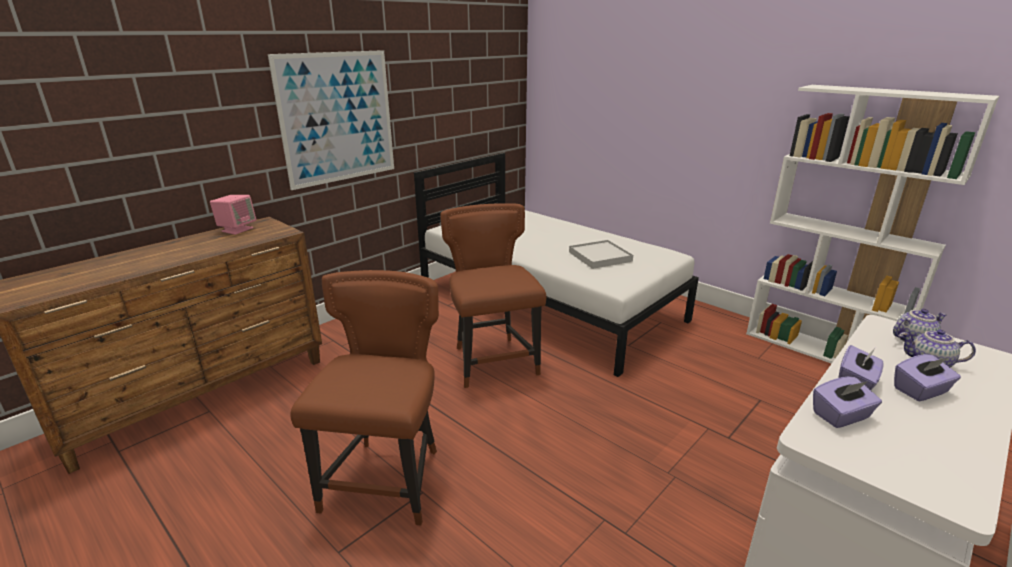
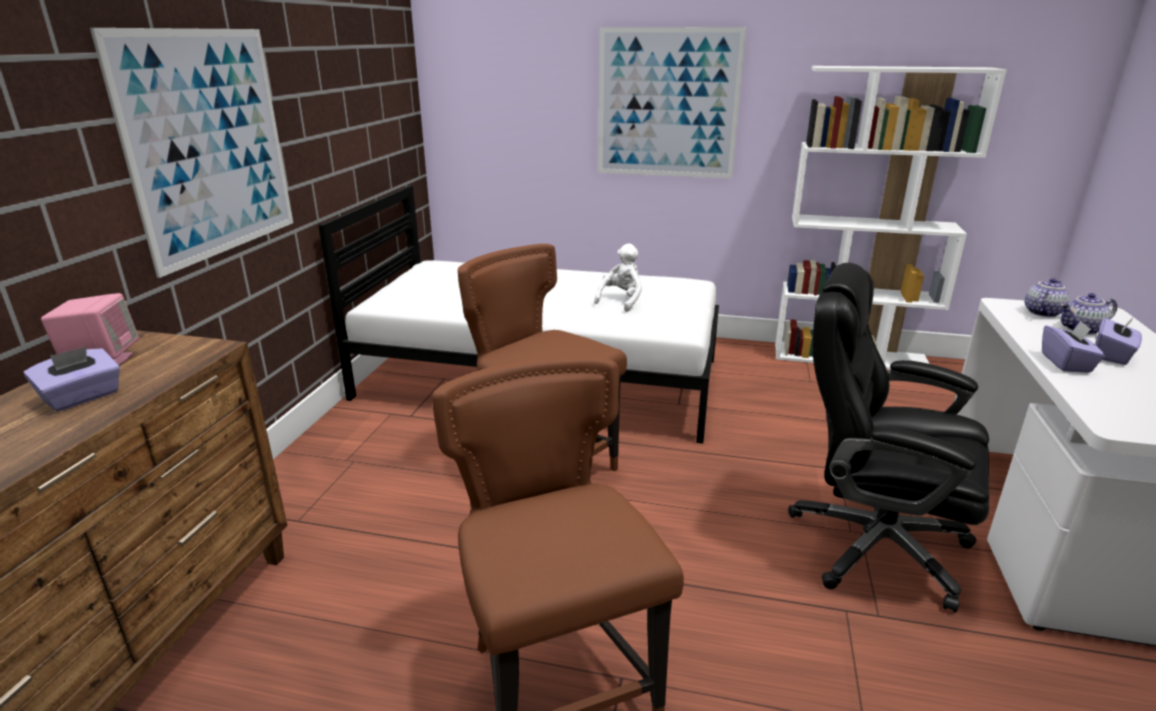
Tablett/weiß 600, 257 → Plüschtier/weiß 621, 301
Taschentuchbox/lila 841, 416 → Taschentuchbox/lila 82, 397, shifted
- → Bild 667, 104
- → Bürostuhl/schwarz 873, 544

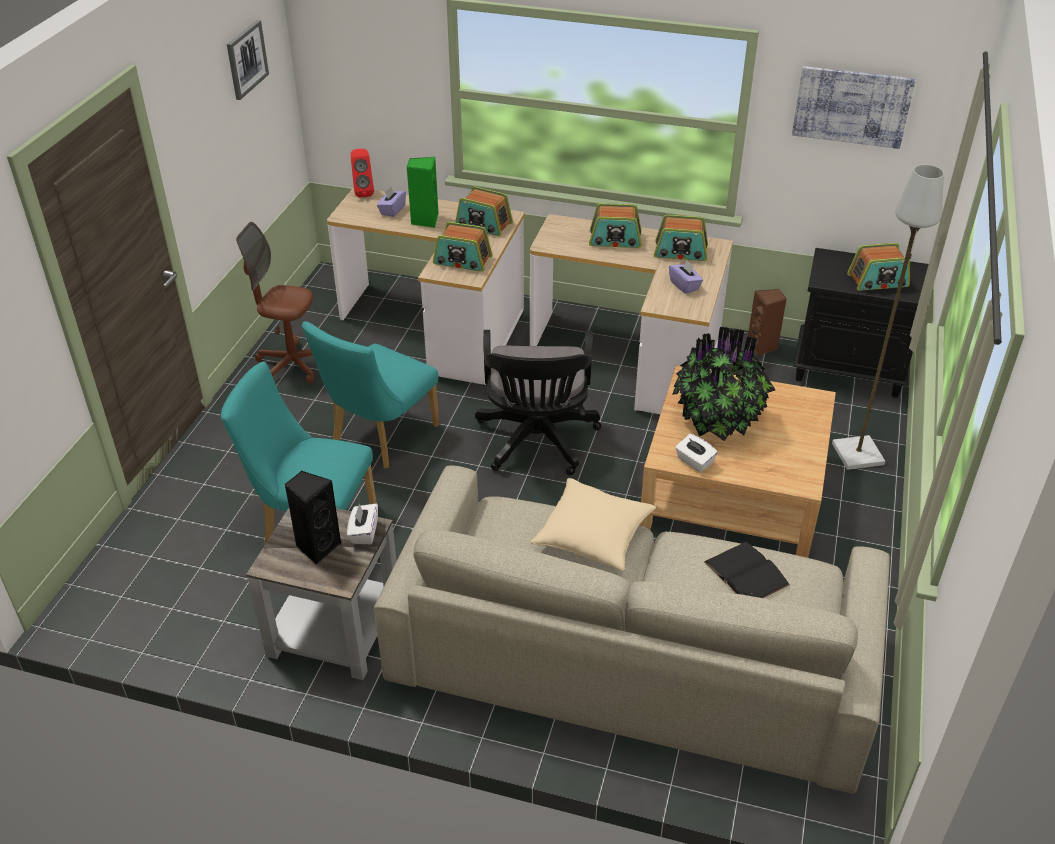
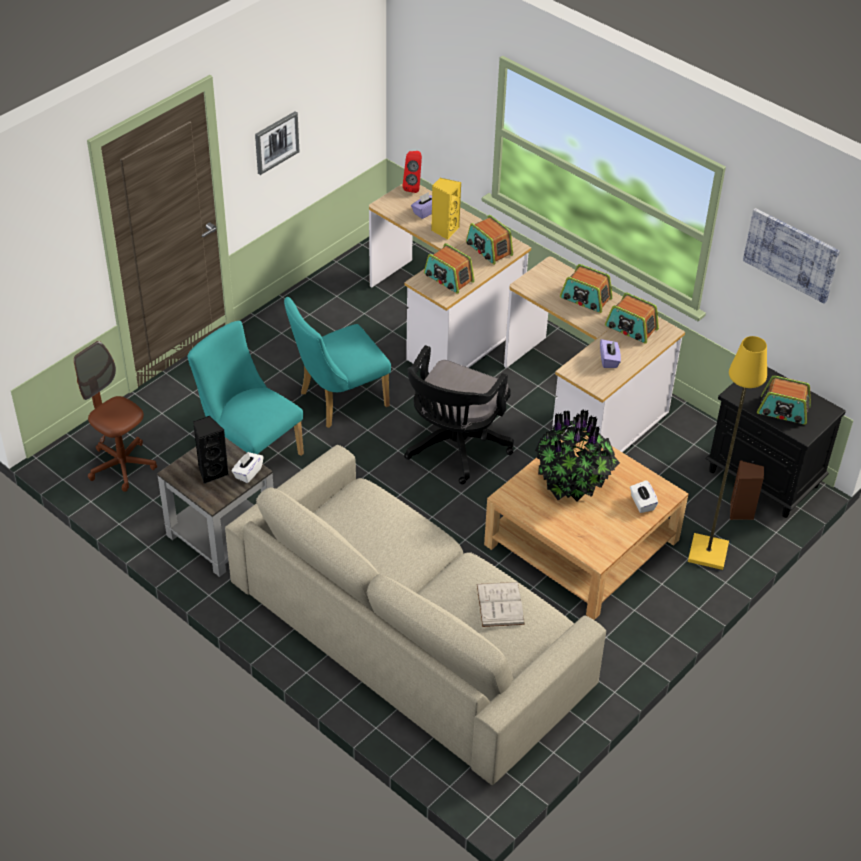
Bild 246, 59 → Bild 276, 142, shifted
Bürostuhl/braun 292, 365 → Bürostuhl/braun 122, 466, shifted
Lautsprecher/grün 424, 220 → Lautsprecher/gelb 444, 230
Kissen/beige 593, 536 → -
Taschentuchbox/weiß 694, 462 → Taschentuchbox/weiß 642, 503, shifted
Buch/schwarz 746, 573 → Buch/weiß 500, 604
Lautsprecher/braun 763, 347 → Lautsprecher/braun 741, 512, shifted
Stehlampe/grau 859, 454 → Stehlampe/gelb 708, 553

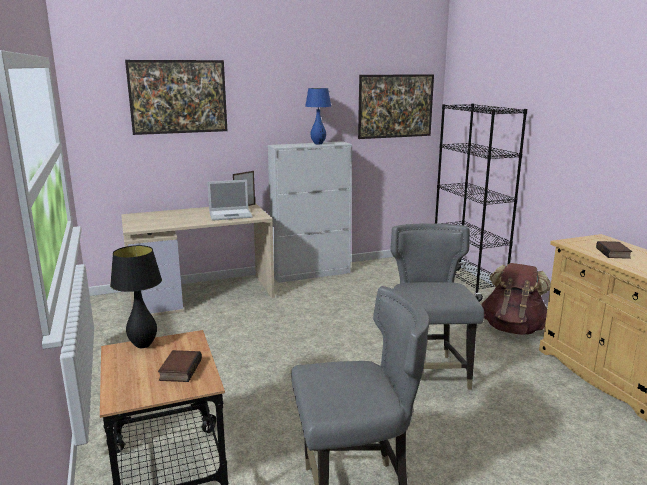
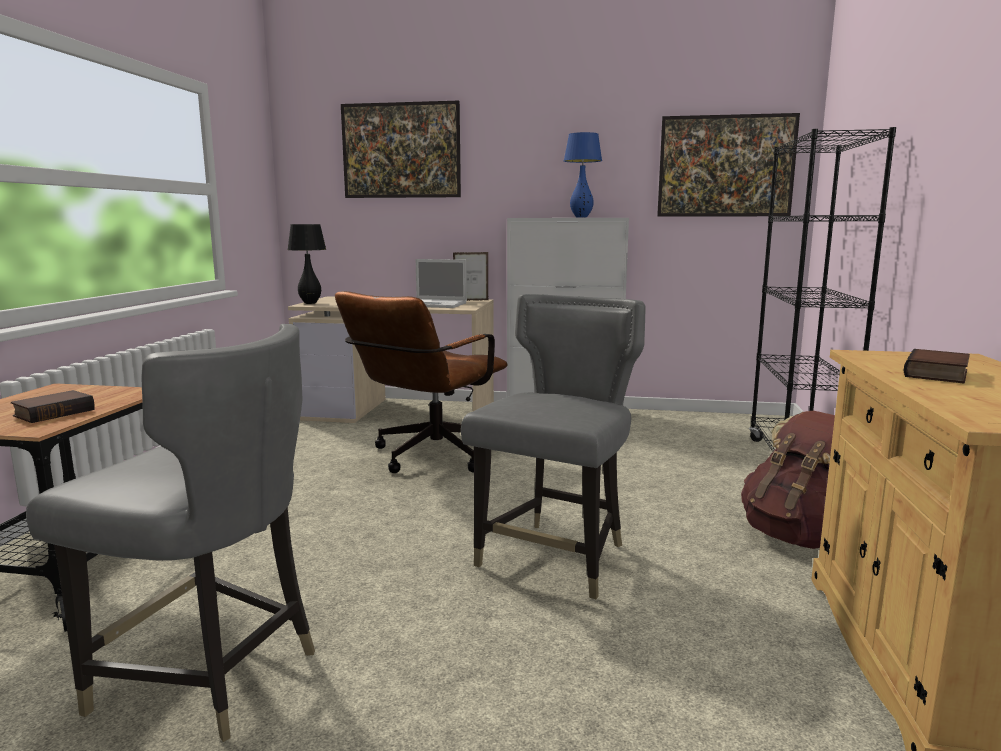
Tischlampe/schwarz 143, 345 → Tischlampe/schwarz 310, 303, shifted
- → Bürostuhl/braun 428, 458

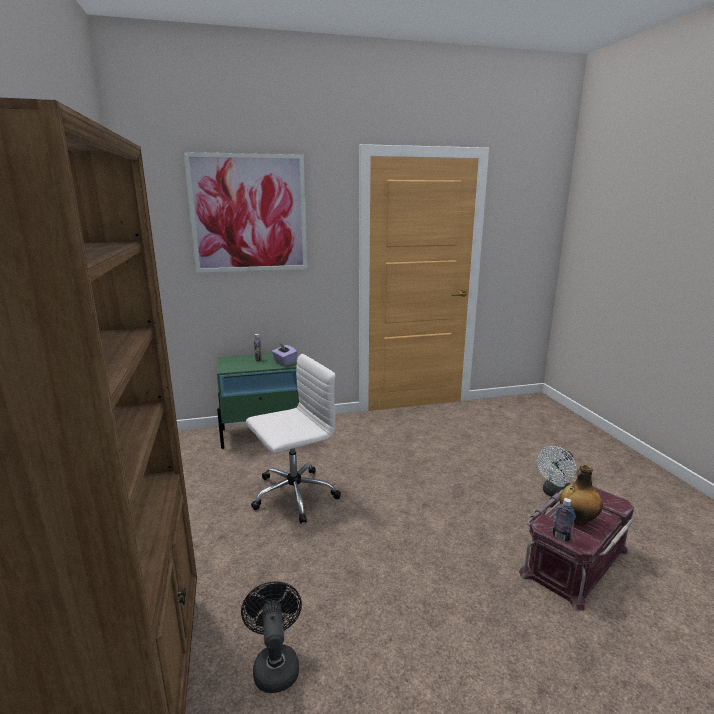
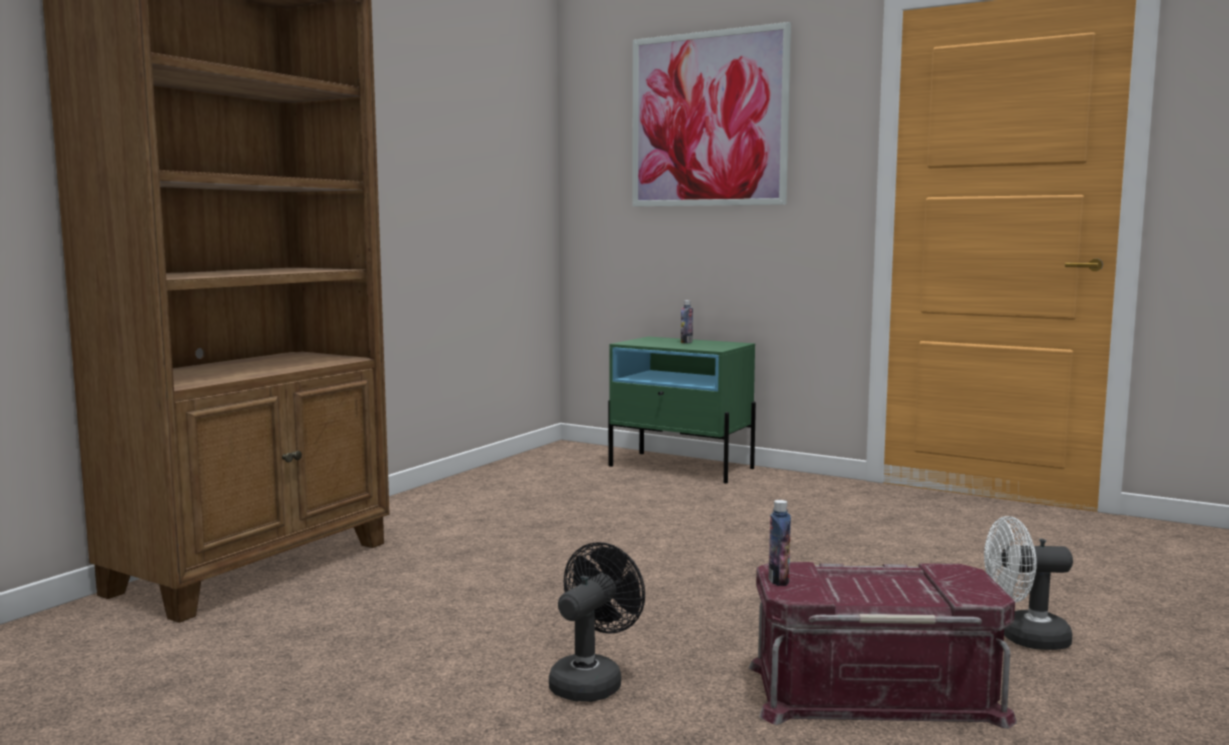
Ventilator/schwarz 275, 664 → Ventilator/schwarz 591, 681, shifted
Bürostuhl/weiß 293, 495 → -
Taschentuchbox/lila 284, 362 → -
Flasche 577, 520 → -

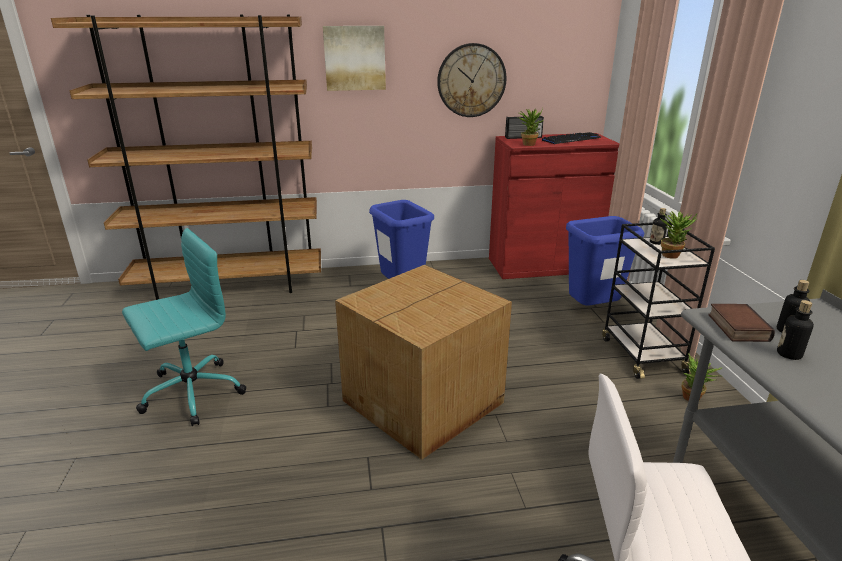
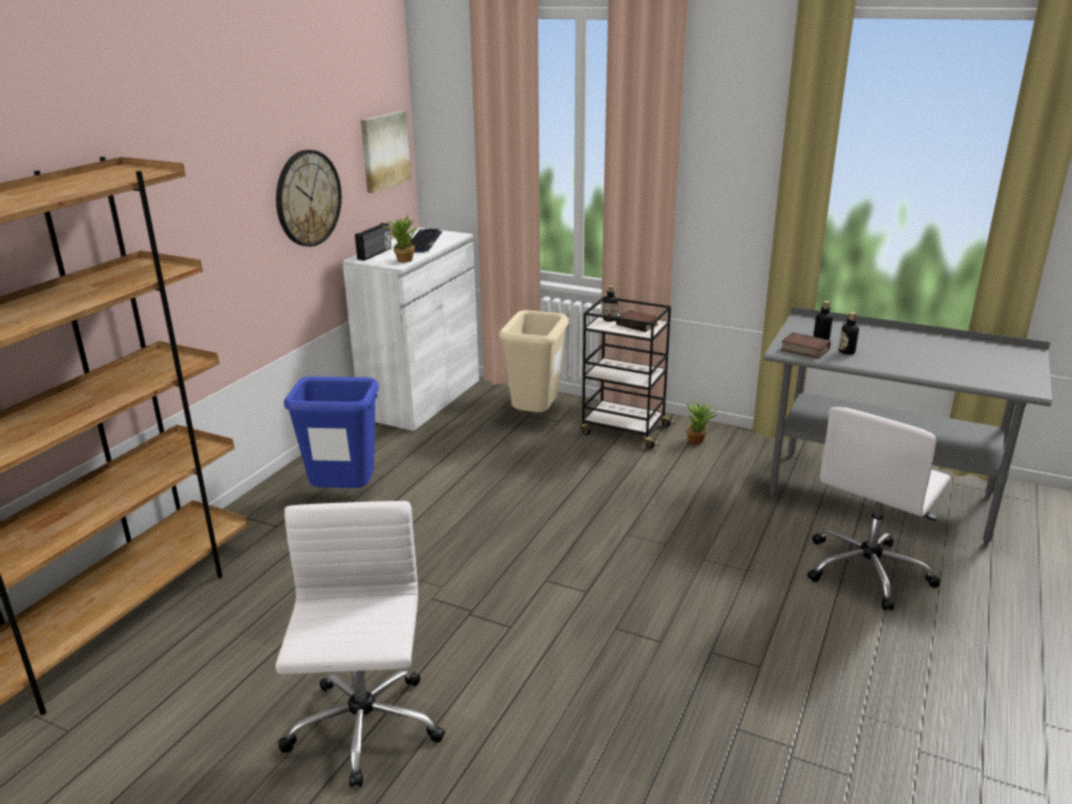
Bürostuhl/türkis 190, 393 → Bürostuhl/weiß 363, 729
Bild 354, 58 → Bild 384, 151, shifted
Karton 425, 401 → -
Schrank/rot 543, 265 → Schrank/weiß 421, 398
Mülleimer/blau 592, 311 → Mülleimer/beige 535, 417
Topfpflanze 672, 254 → Buch 638, 324

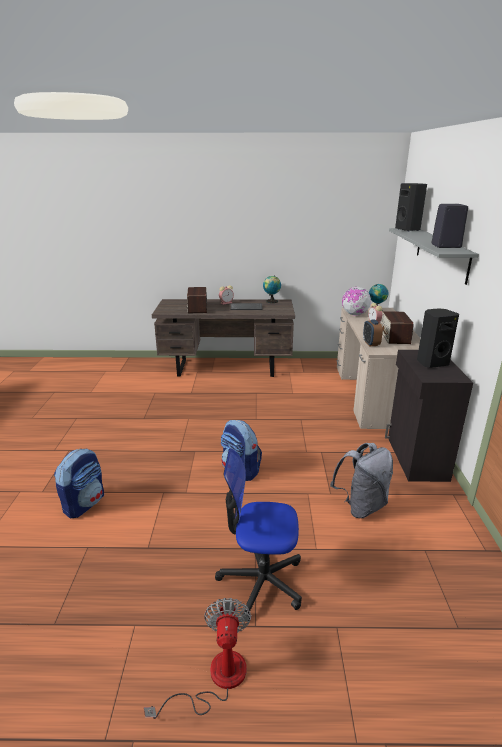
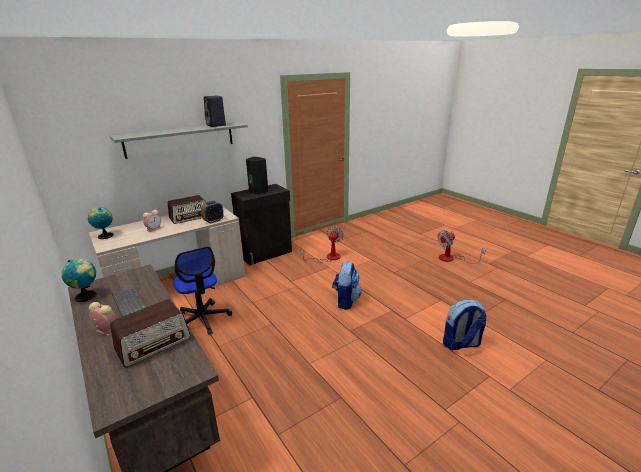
Bürostuhl 261, 581 → Bürostuhl 203, 319, shifted
Rucksack/grau 361, 506 → Ventilator 328, 257
Globus 354, 314 → -
Lautsprecher/schwarz 408, 230 → -

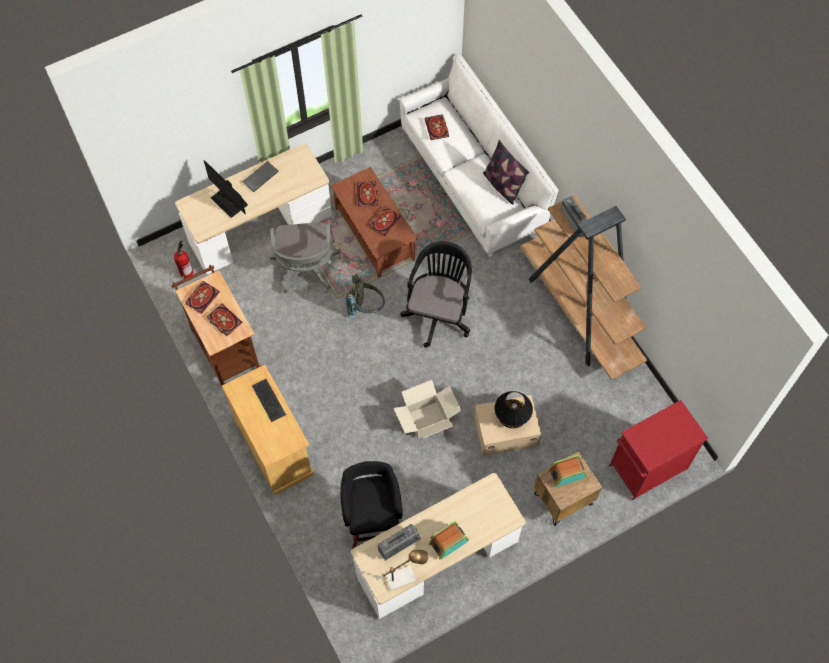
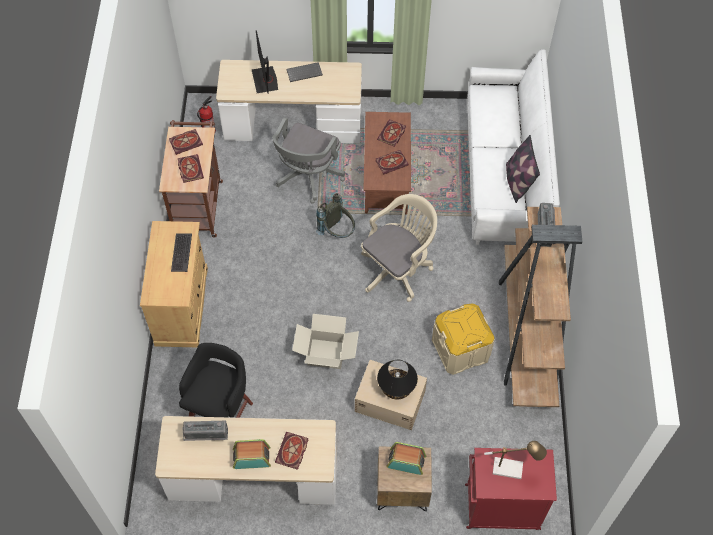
Tischlampe 404, 576 → Tischlampe 512, 468, shifted
Bürostuhl/schwarz 439, 312 → Bürostuhl/beige 398, 269
Buch 437, 128 → Buch 292, 452, shifted
- → Aufbewahrungsbox/beige 460, 349

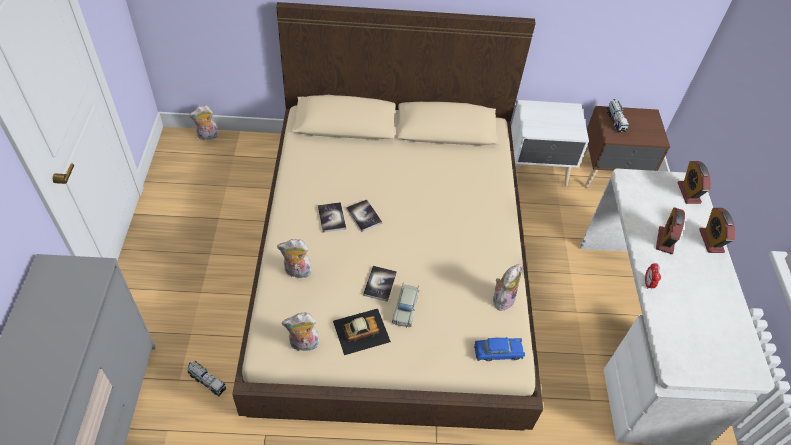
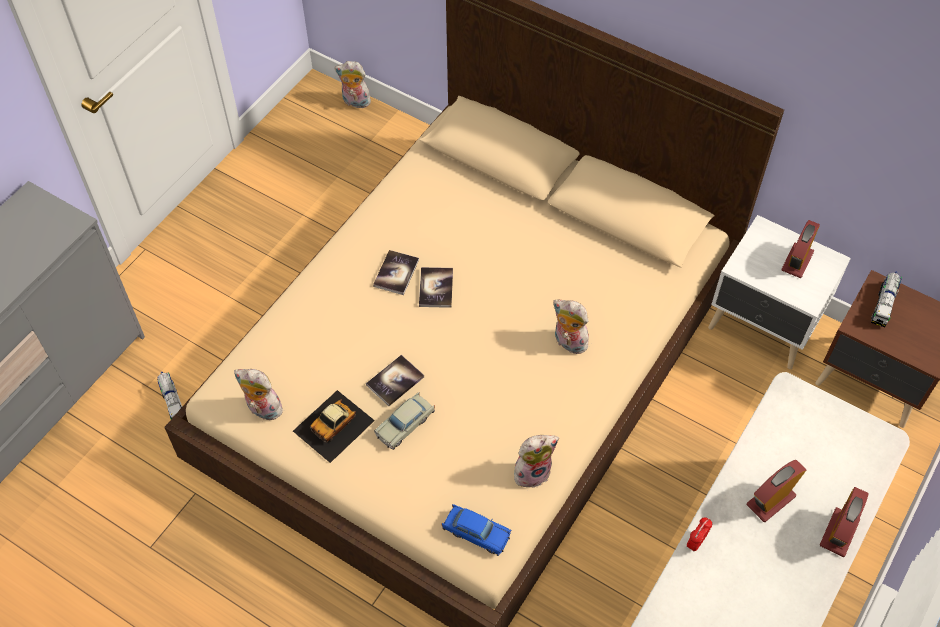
Plüschtier 297, 272 → Plüschtier 568, 343, shifted
Spielzeugauto 361, 331 → Spielzeugauto 334, 425, 120 degrees clockwise
Wecker 688, 193 → Wecker 797, 261, shifted

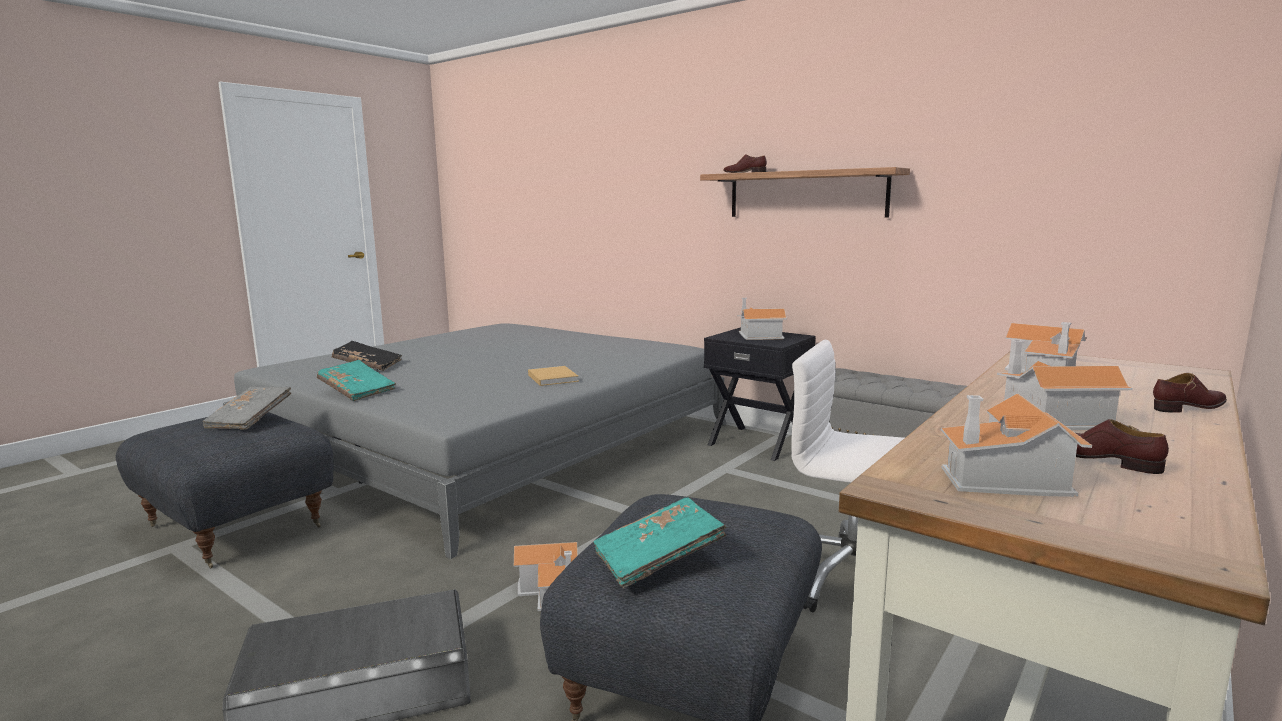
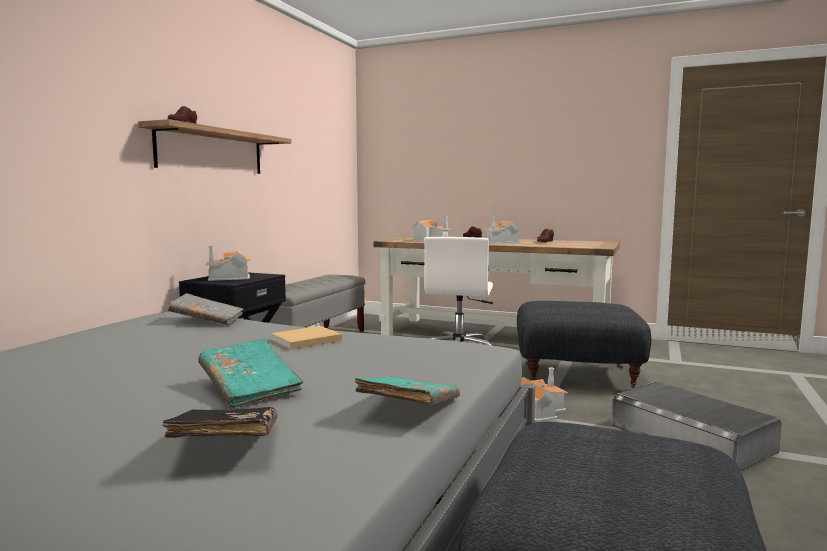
Buch/grau 250, 420 → Buch/grau 207, 321, shifted
Buch/türkis 658, 559 → Buch/türkis 250, 388, shifted
Spielzeughaus 1007, 478 → -

